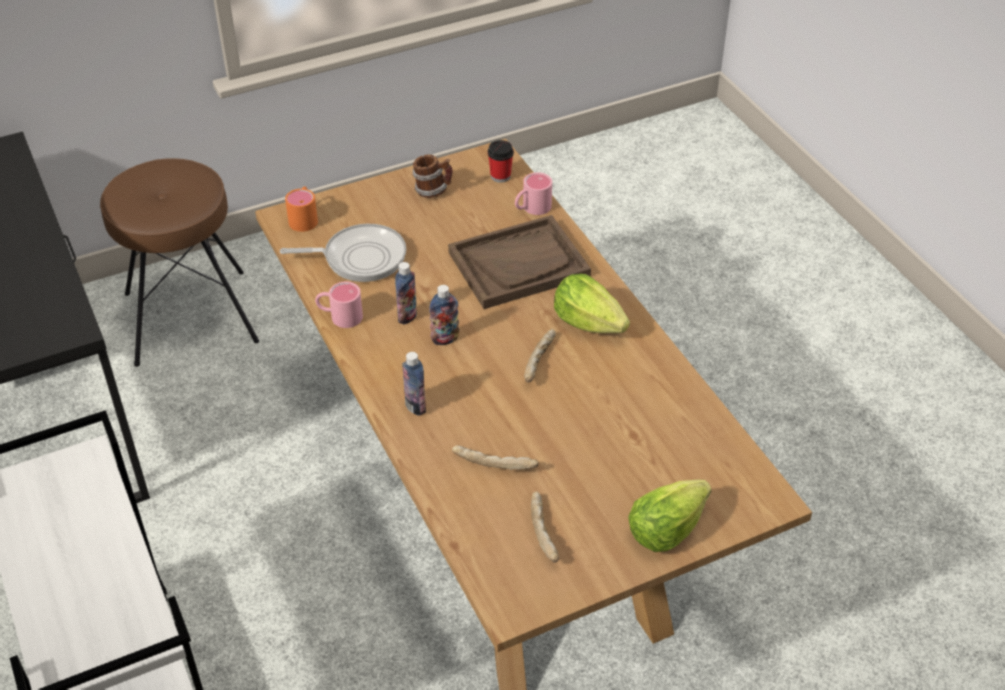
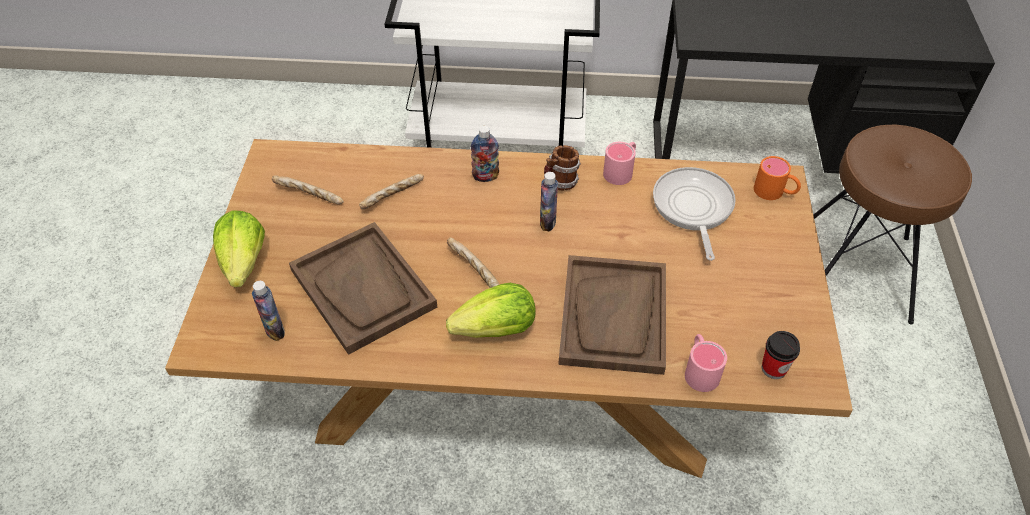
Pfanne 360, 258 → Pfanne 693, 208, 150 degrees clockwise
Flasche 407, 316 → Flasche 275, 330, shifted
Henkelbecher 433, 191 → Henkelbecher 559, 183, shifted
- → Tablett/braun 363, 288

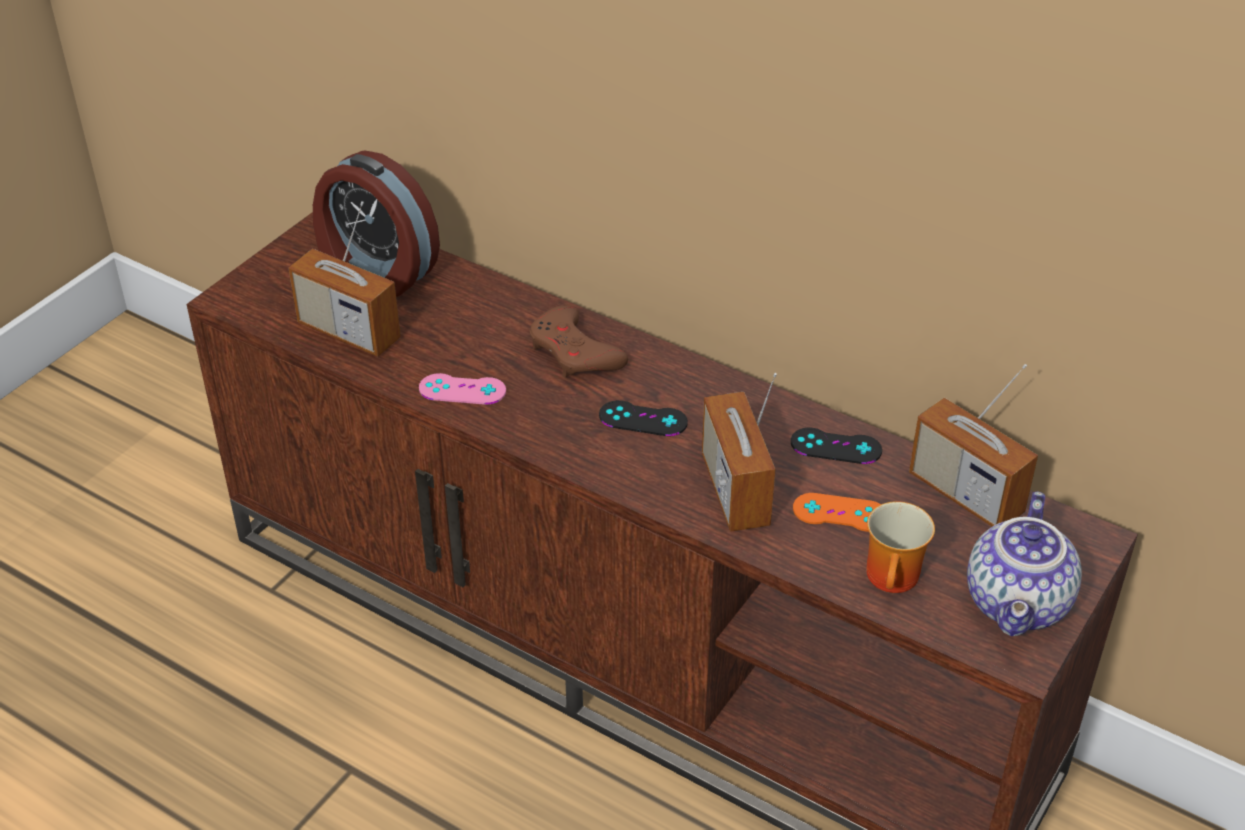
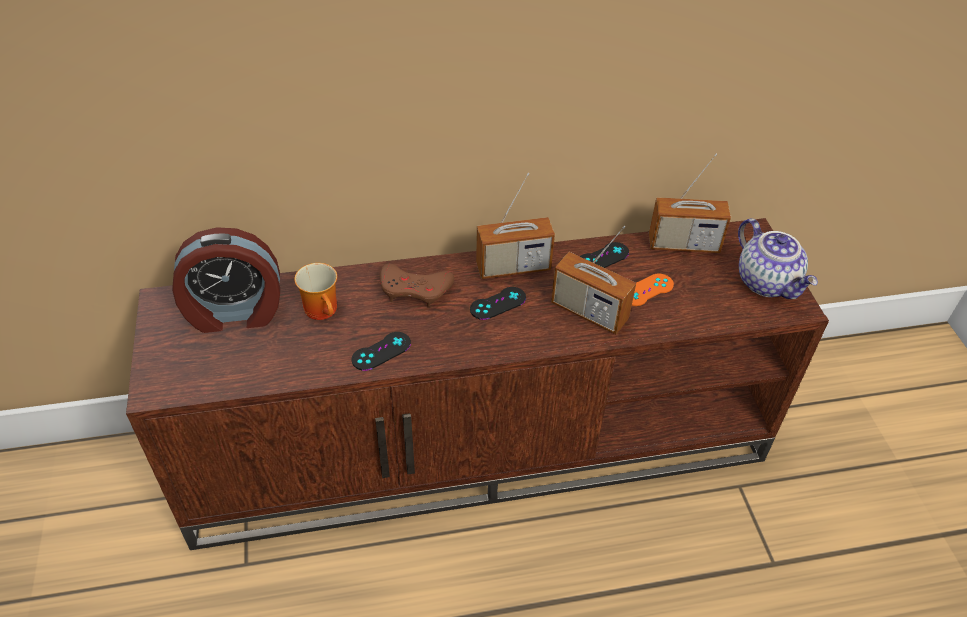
Radio 349, 332 → Radio 513, 267, shifted
Gamepad/rosa 462, 390 → Gamepad/schwarz 381, 351
Henkelbecher 895, 580 → Henkelbecher 324, 310, shifted

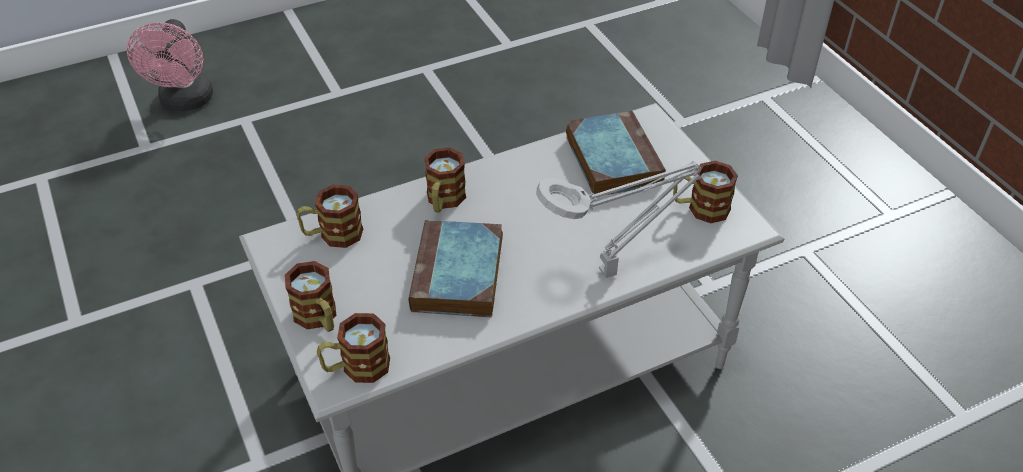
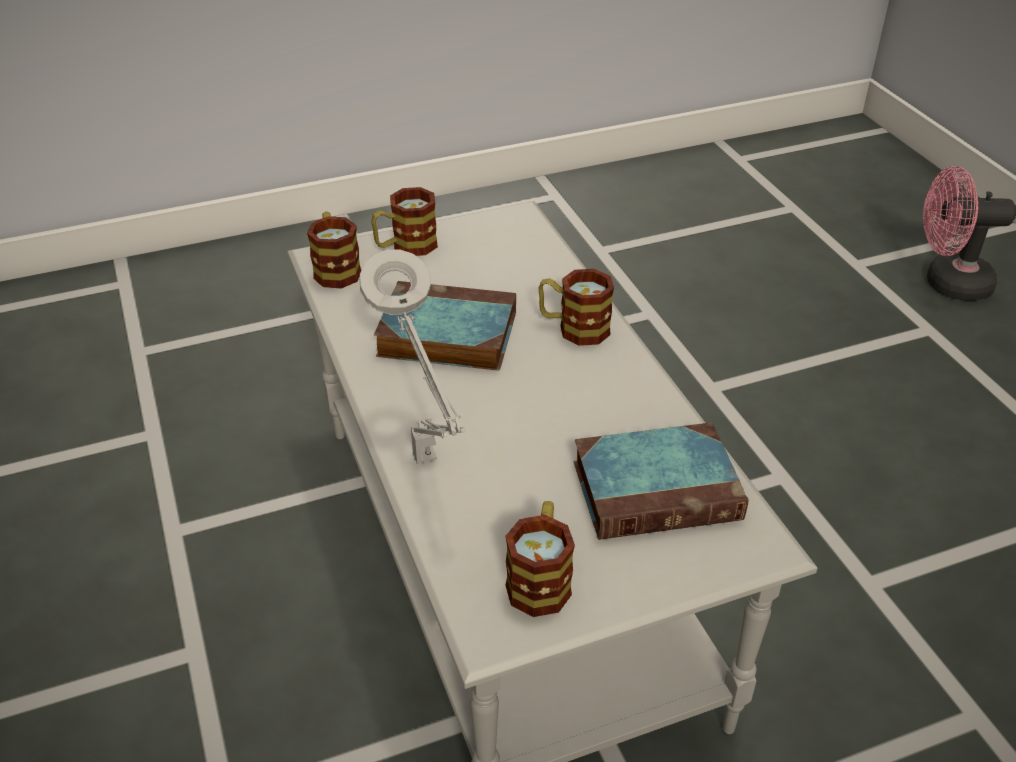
Henkelbecher 332, 235 → -

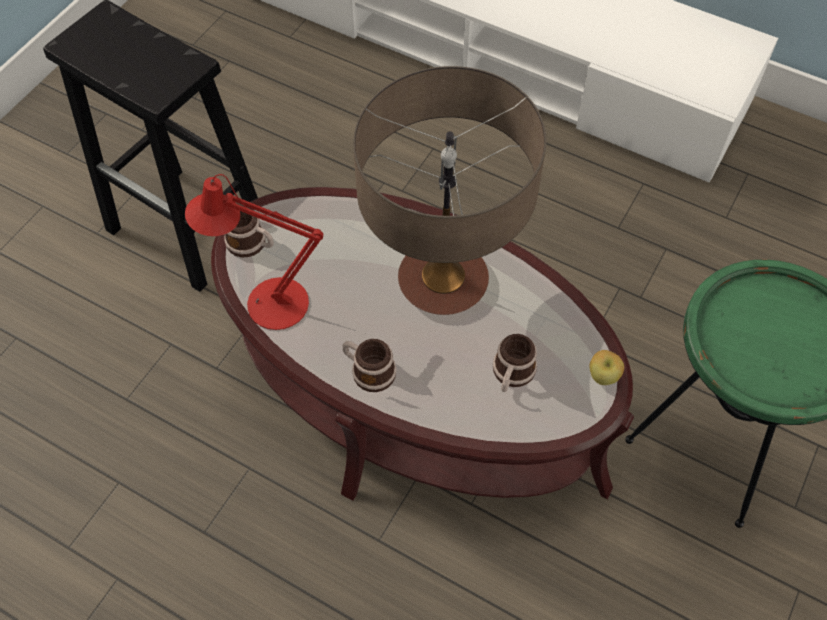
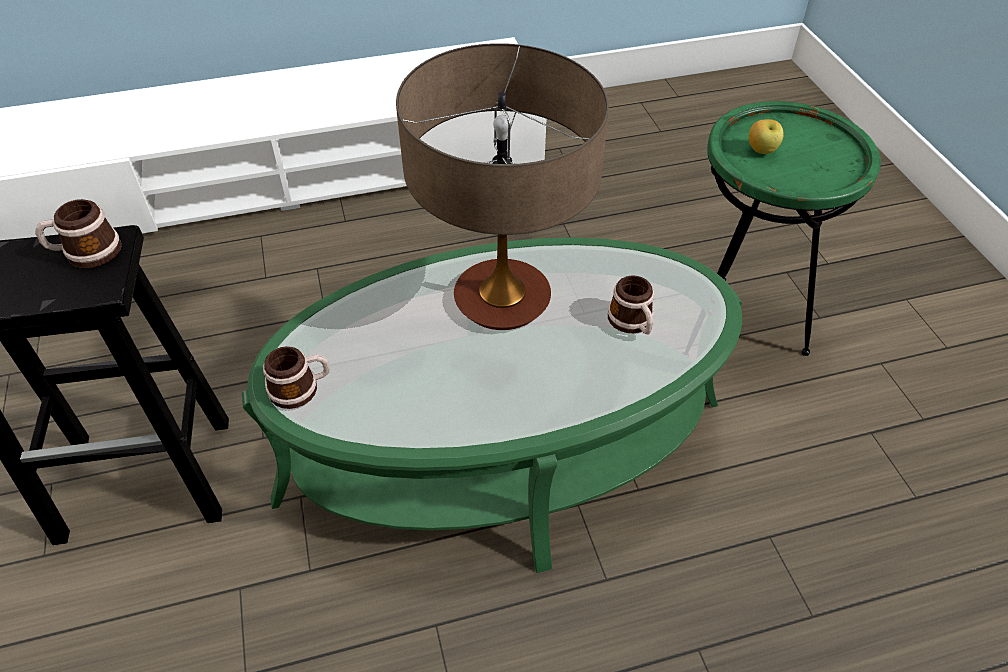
Tischlampe/rot 268, 303 → -
Couchtisch/braun 413, 392 → Couchtisch/grün 503, 448
Henkelbecher 368, 370 → Henkelbecher 86, 253, shifted
Apfel 603, 376 → Apfel 762, 151, shifted

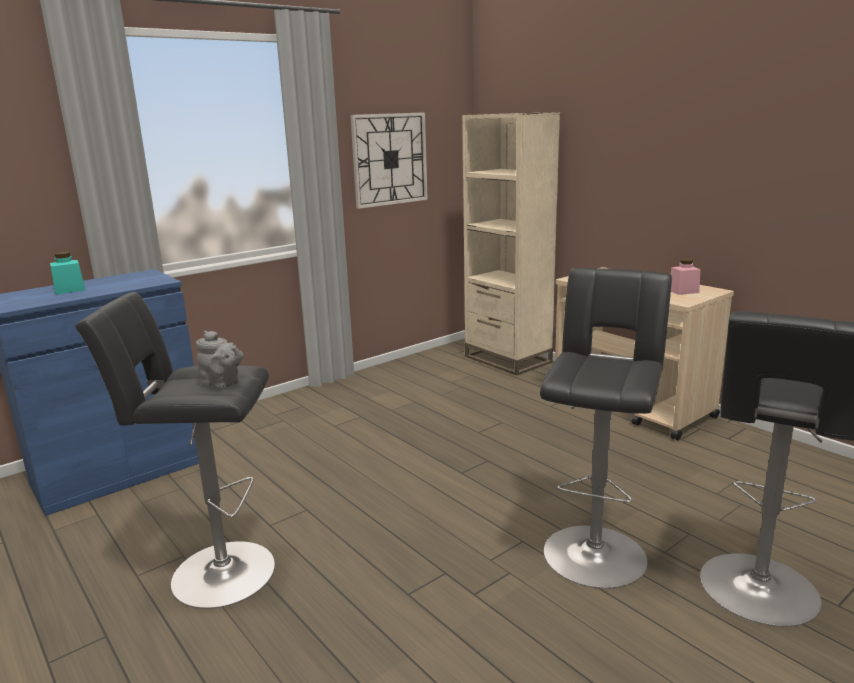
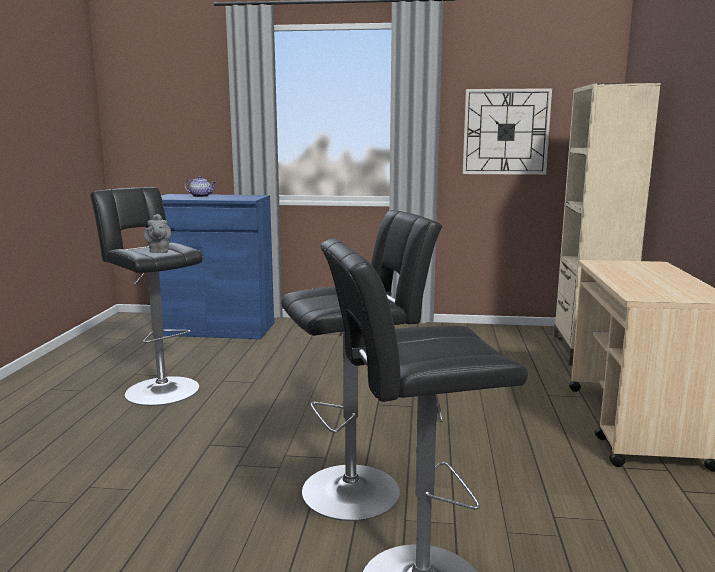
Vorratsglas/türkis 69, 290 → Teekanne 201, 196
Vorratsglas/rosa 683, 291 → -

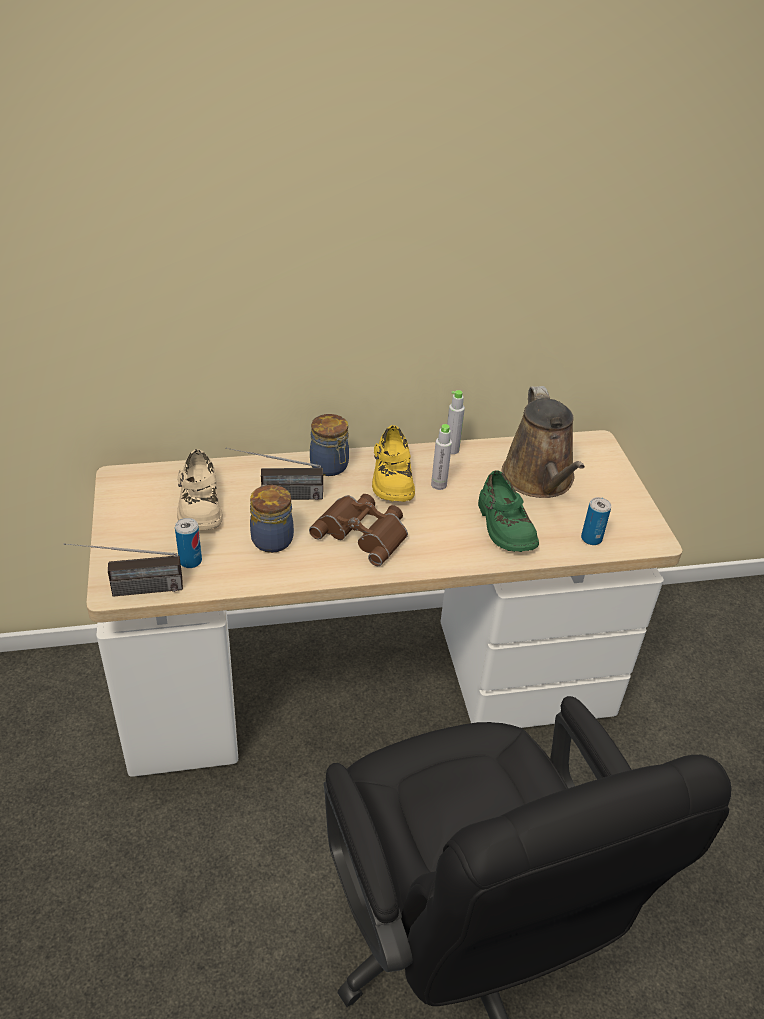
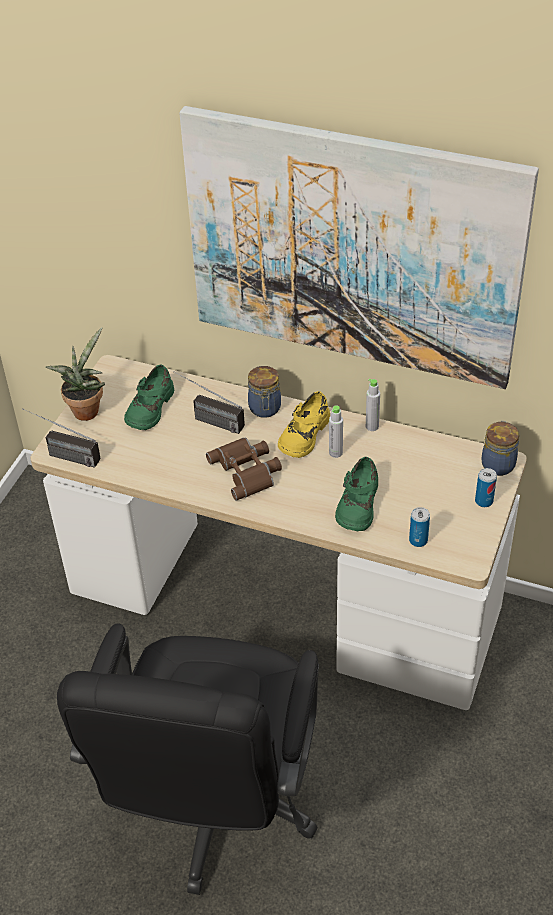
Dose 190, 561 → Dose 484, 501, shifted
Schuh/beige 199, 505 → Schuh/grün 149, 408
Vorratsglas 271, 538 → Vorratsglas 498, 463, shifted
Gießkanne/braun 540, 480 → -
- → Topfpflanze 86, 409
- → Bild 352, 248

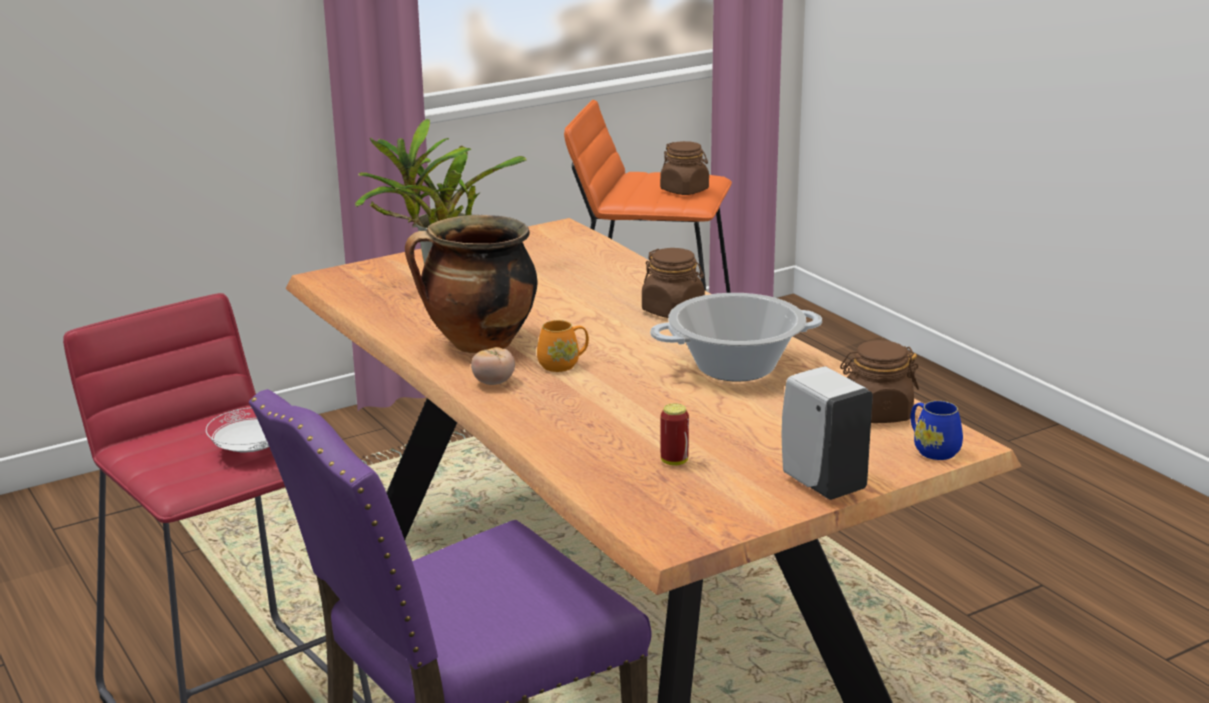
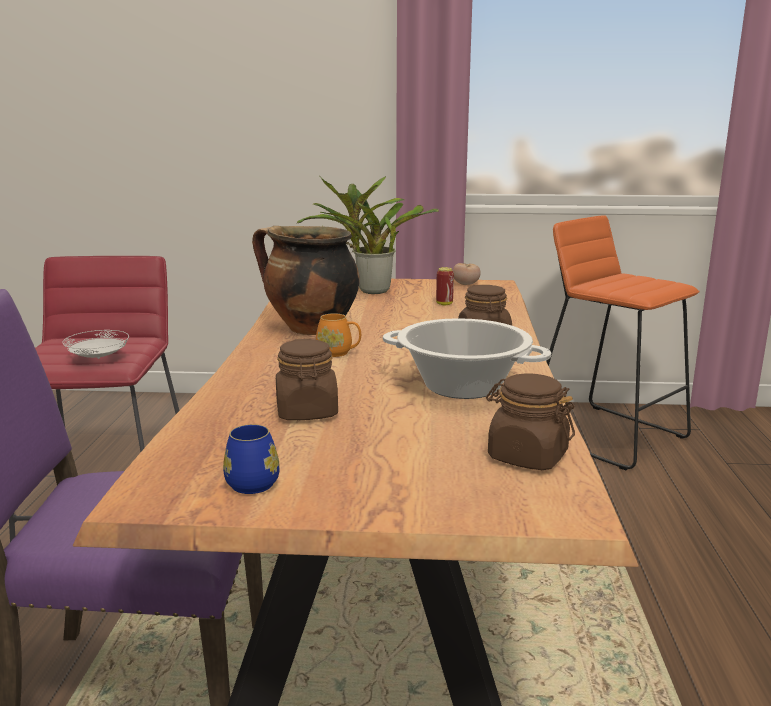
Tomate 494, 383 → Tomate 466, 284, shifted
Vorratsglas/braun 685, 190 → Vorratsglas/braun 307, 412, shifted
Dose 674, 461 → Dose 444, 304, shifted
Seifenspender/weiß 821, 483 → -
Henkelbecher/blau 932, 449 → Henkelbecher/blau 253, 480, shifted

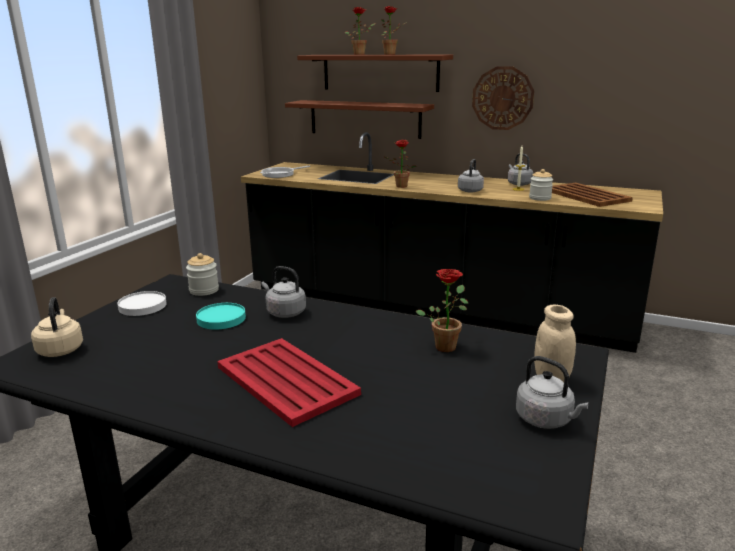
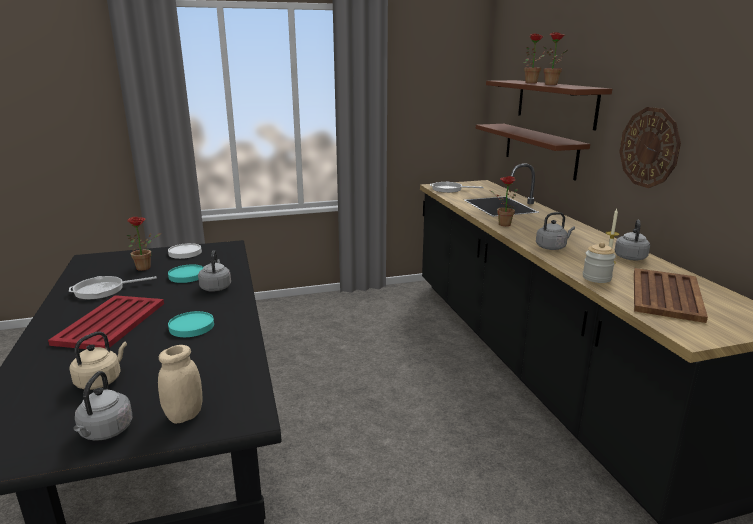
Wasserkessel/beige 60, 349 → Wasserkessel/beige 101, 380, shifted
Vorratsglas 204, 290 → -
Topfpflanze 446, 345 → Topfpflanze 146, 267, shifted
- → Pfanne 103, 290
- → Teller/türkis 192, 326

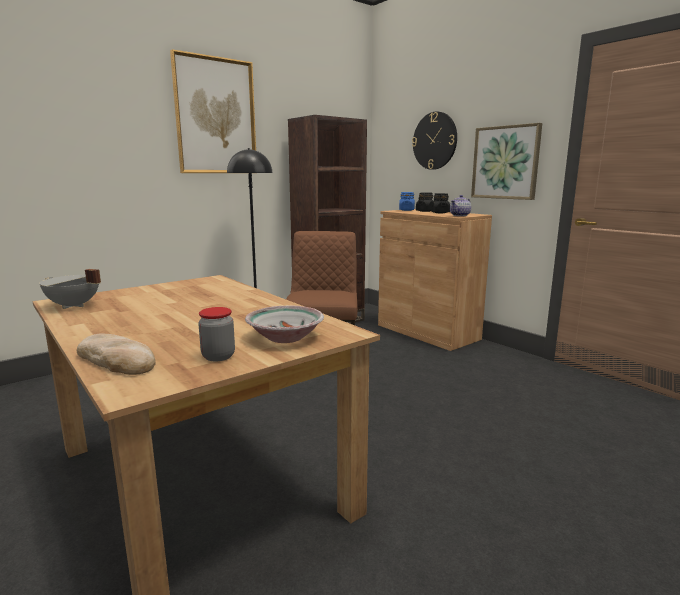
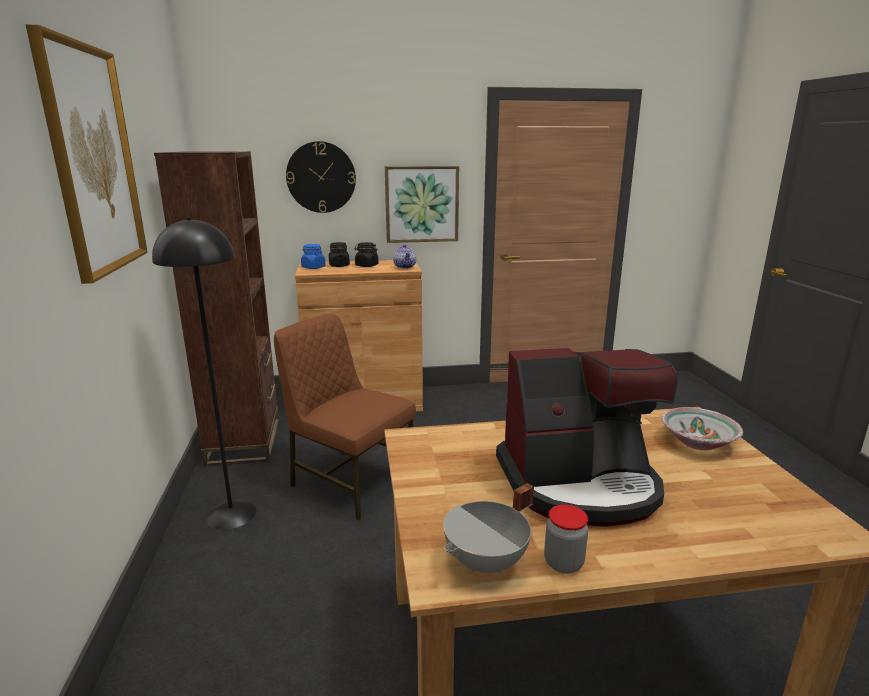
Brot 117, 360 → -
Vorratsglas 218, 356 → Vorratsglas 563, 563, shifted
- → Kaffeemaschine 579, 483

